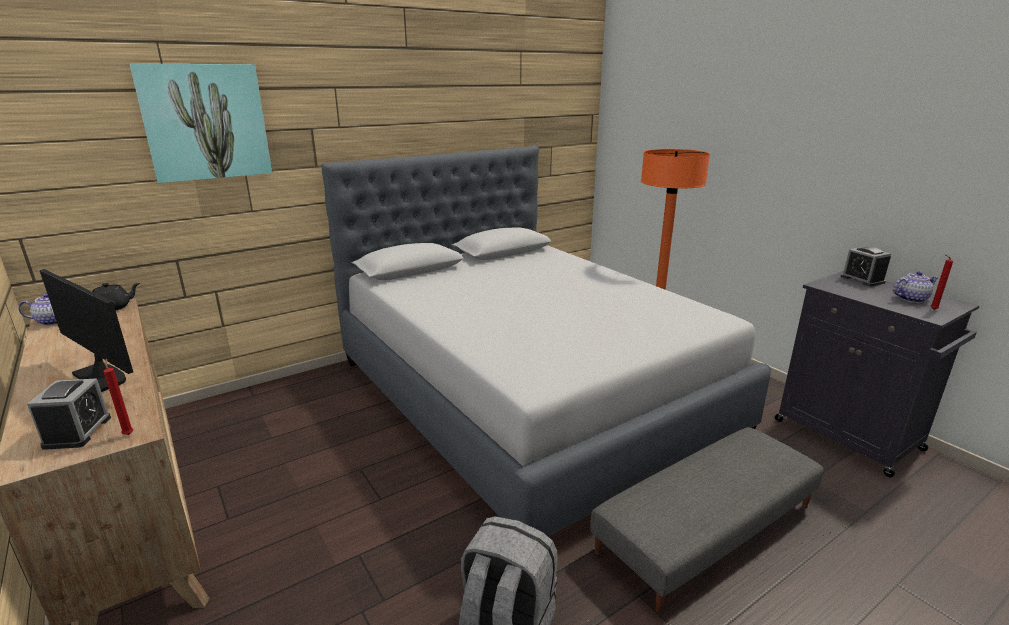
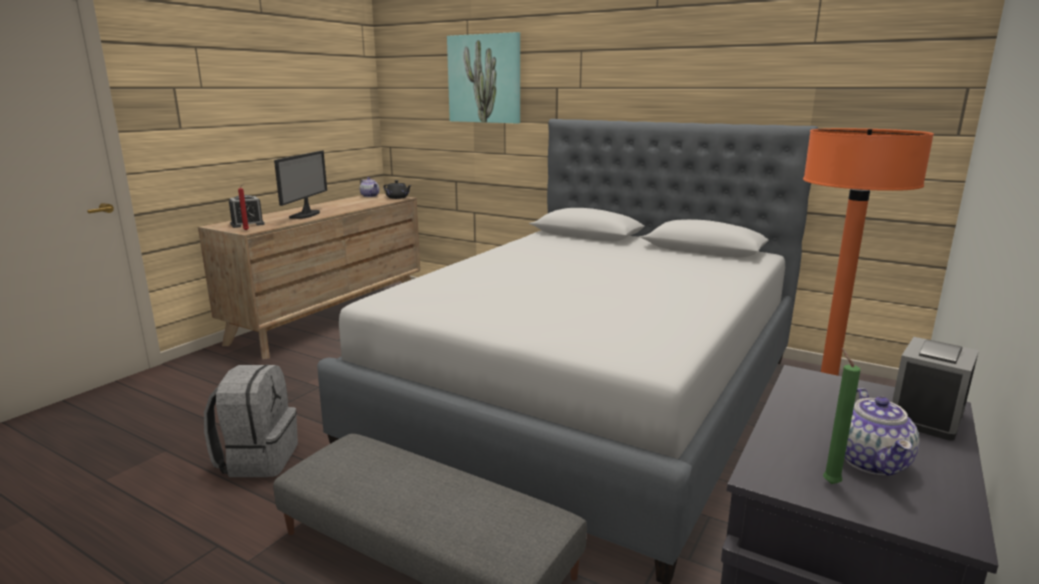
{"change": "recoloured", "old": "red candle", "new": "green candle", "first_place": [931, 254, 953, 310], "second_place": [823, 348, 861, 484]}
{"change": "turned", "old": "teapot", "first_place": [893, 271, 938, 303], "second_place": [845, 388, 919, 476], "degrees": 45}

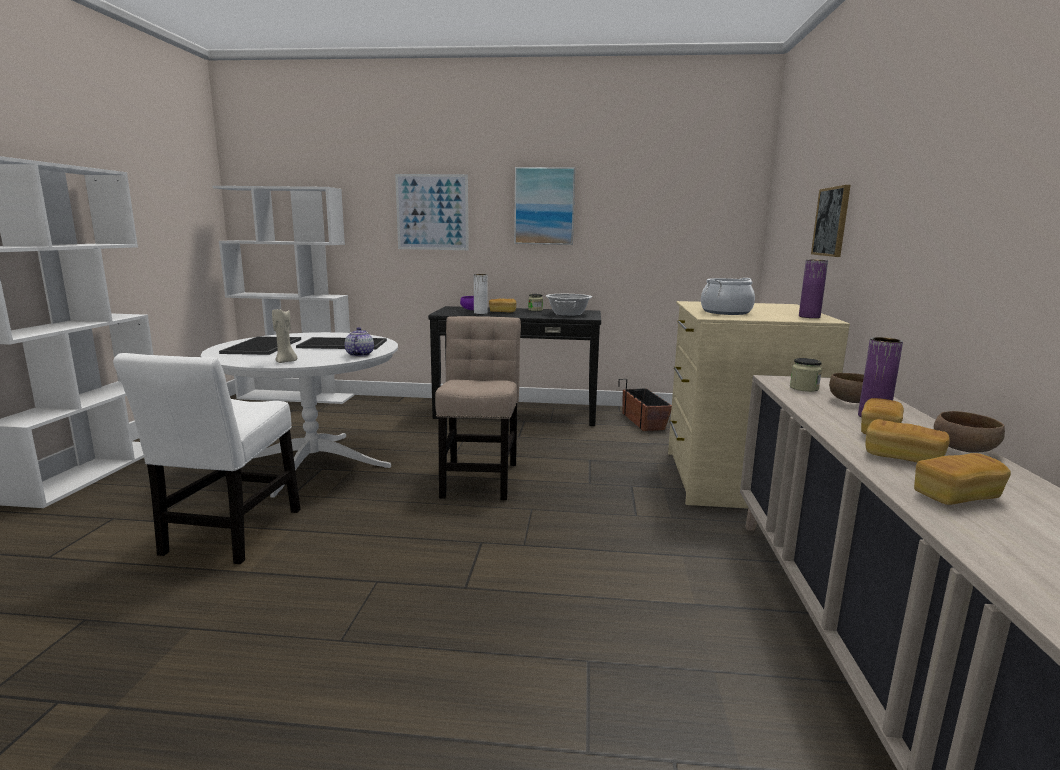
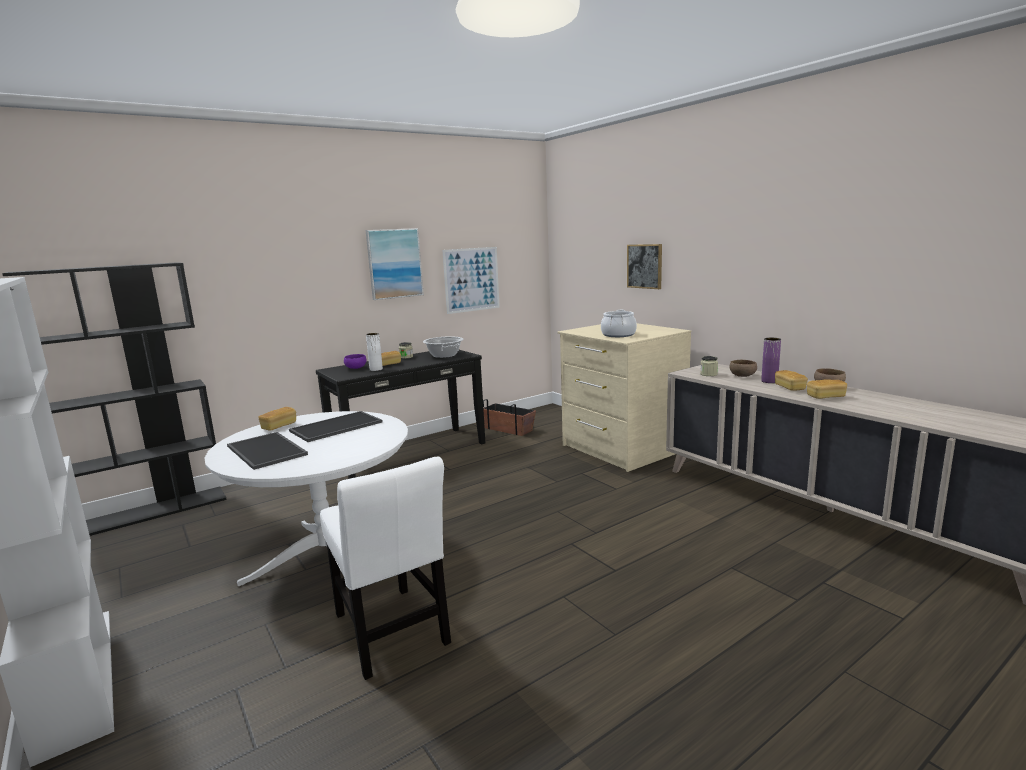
{"change": "moved", "old": "picture", "first_place": [395, 174, 469, 250], "second_place": [442, 247, 500, 314]}
{"change": "recoloured", "old": "white bookcase", "new": "black bookcase", "first_place": [213, 186, 354, 404], "second_place": [2, 262, 227, 536]}
{"change": "removed", "old": "purple vase", "first_place": [799, 259, 828, 318]}
{"change": "removed", "old": "beige candle", "first_place": [272, 307, 297, 363]}
{"change": "removed", "old": "beige chair", "first_place": [435, 316, 521, 500]}
{"change": "removed", "old": "teapot", "first_place": [345, 327, 374, 357]}
{"change": "moved", "old": "bread", "first_place": [914, 453, 1011, 505], "second_place": [258, 407, 296, 431]}

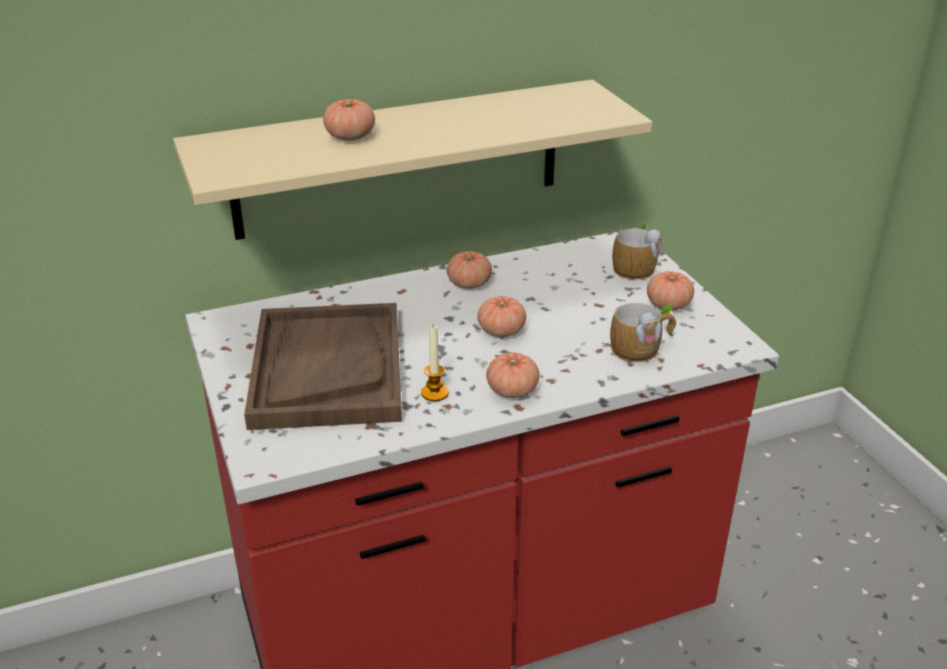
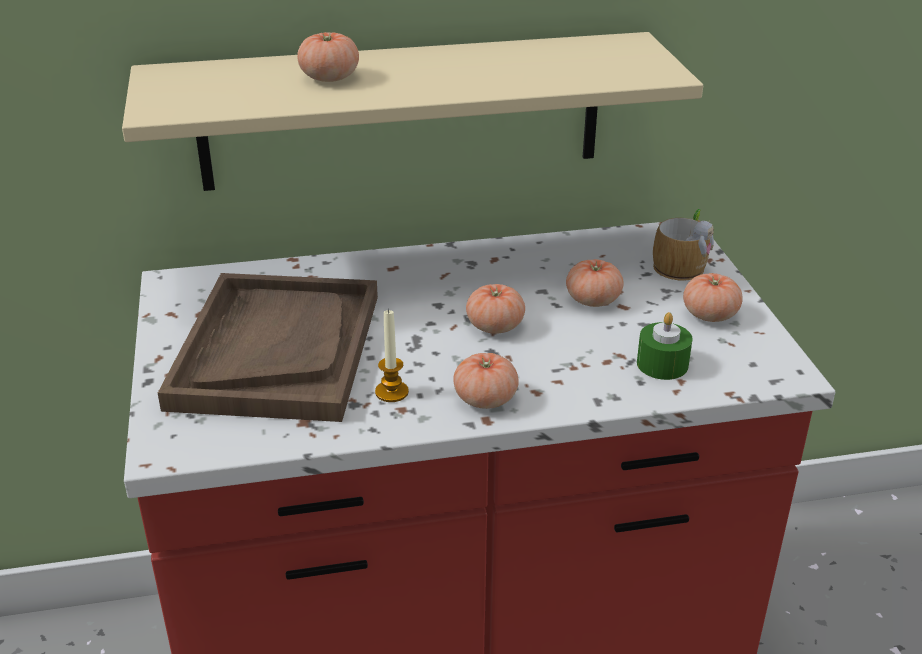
{"change": "moved", "old": "tomato", "first_place": [447, 251, 492, 289], "second_place": [566, 259, 624, 307]}
{"change": "replaced", "old": "mug", "new": "green candle", "first_place": [610, 303, 676, 362], "second_place": [637, 312, 693, 380]}

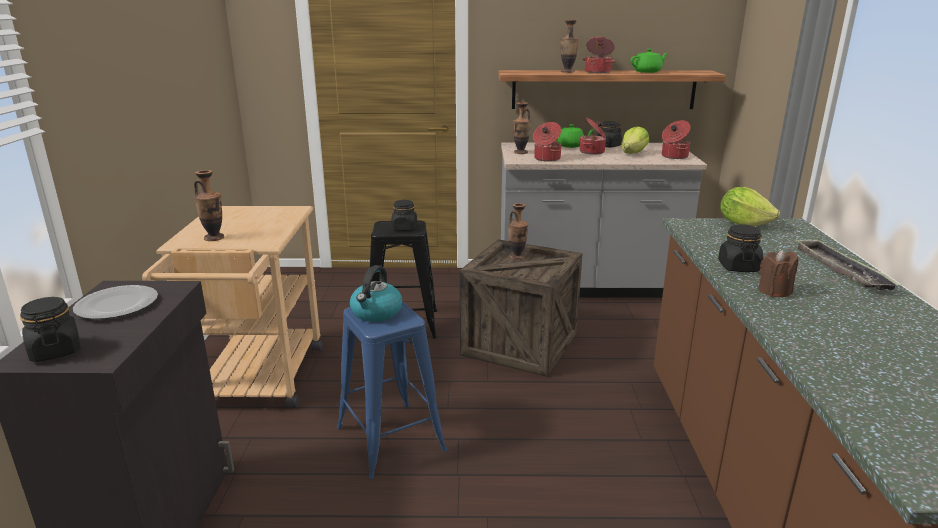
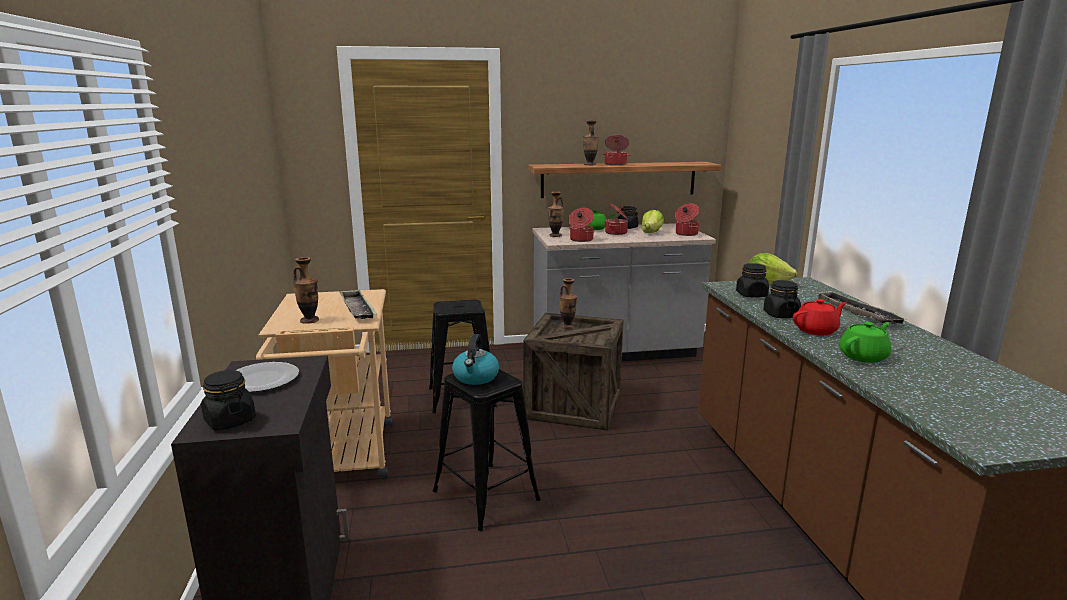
{"change": "moved", "old": "green teapot", "first_place": [631, 49, 668, 73], "second_place": [839, 322, 891, 363]}
{"change": "moved", "old": "black jar", "first_place": [391, 200, 417, 231], "second_place": [736, 263, 769, 298]}
{"change": "replaced", "old": "brown candle", "new": "red teapot", "first_place": [758, 249, 798, 297], "second_place": [793, 299, 847, 335]}
{"change": "recoloured", "old": "blue stool", "new": "black stool", "first_place": [337, 301, 447, 479], "second_place": [433, 369, 541, 531]}
{"change": "added", "new": "tray", "second_place": [339, 289, 377, 319]}

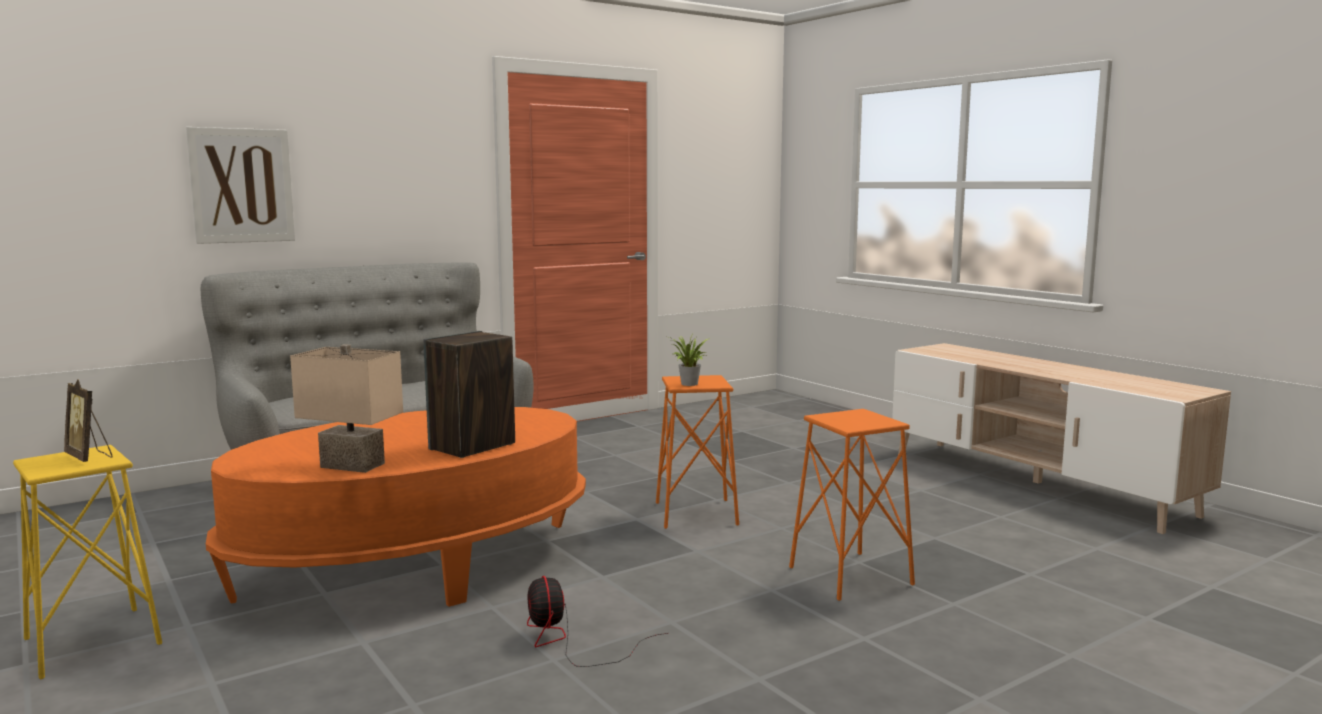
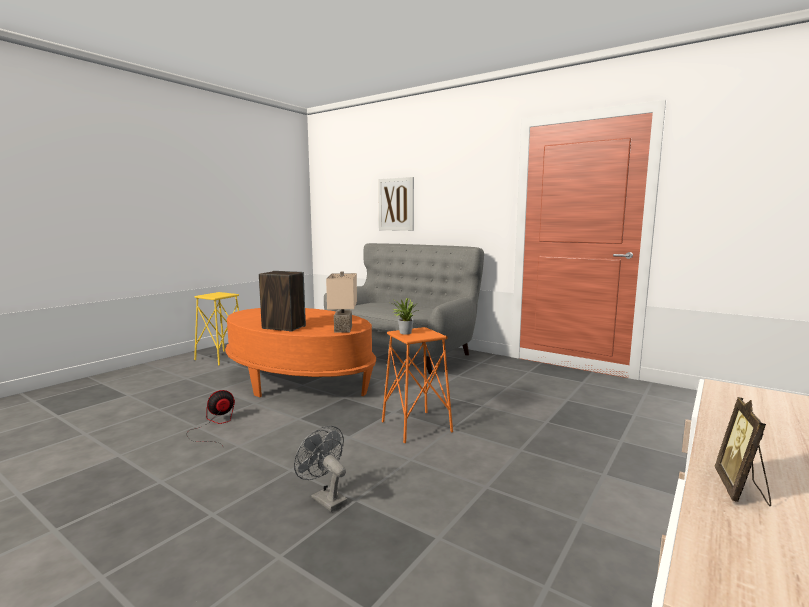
{"change": "moved", "old": "beige table lamp", "first_place": [290, 344, 403, 473], "second_place": [326, 272, 357, 333]}
{"change": "moved", "old": "picture frame", "first_place": [64, 379, 113, 462], "second_place": [714, 397, 771, 506]}
{"change": "replaced", "old": "orange stool", "new": "grey fan", "first_place": [789, 409, 915, 601], "second_place": [294, 426, 348, 512]}

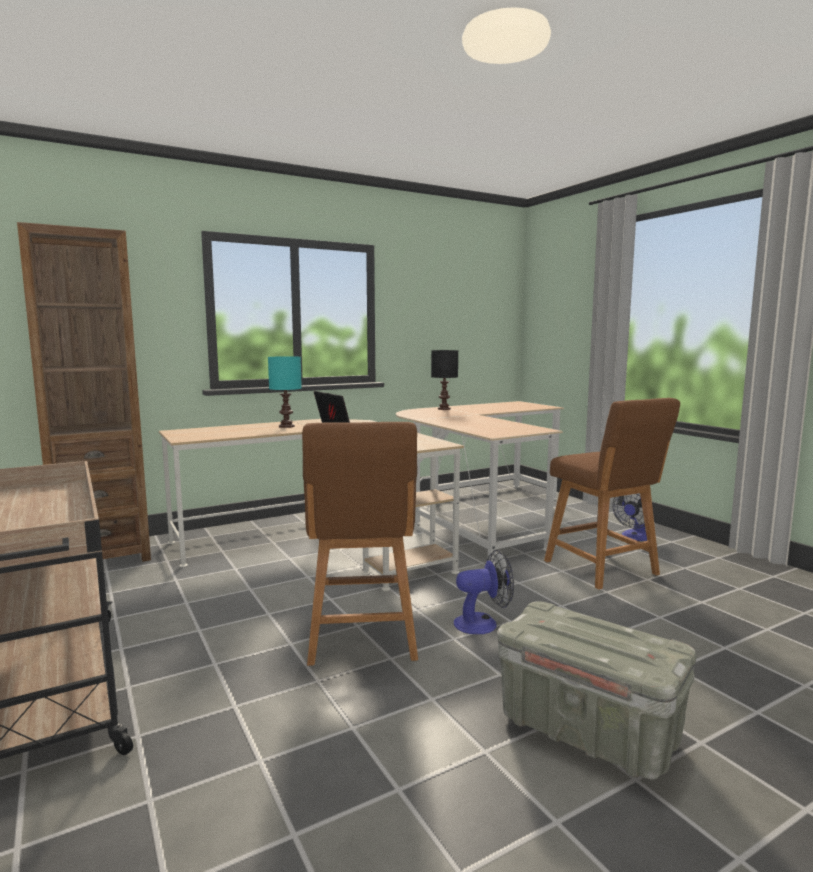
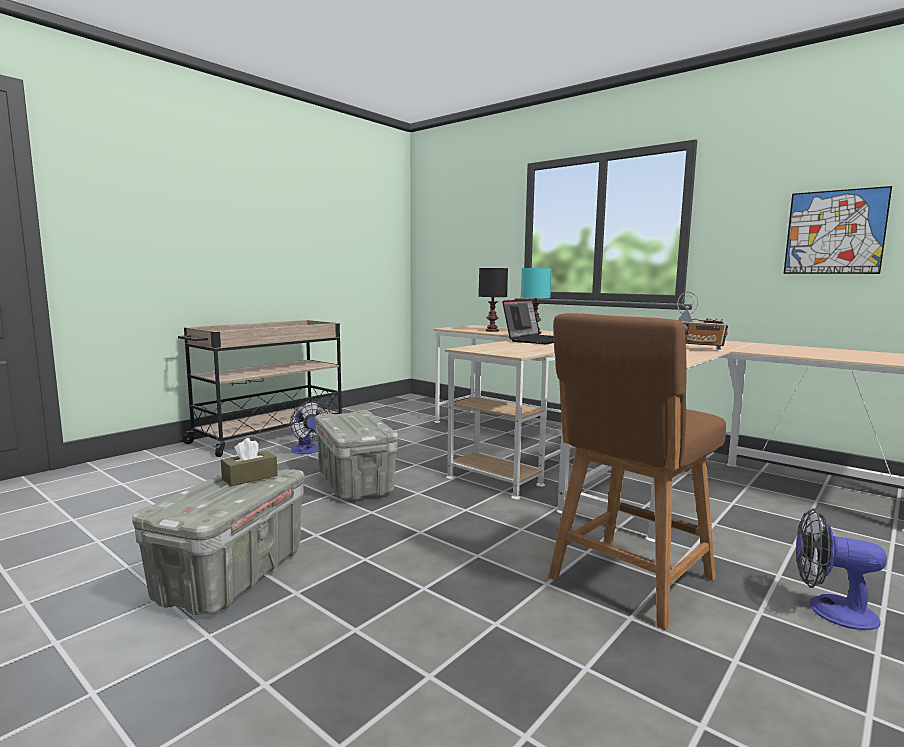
{"change": "removed", "old": "brown bookcase", "first_place": [17, 222, 151, 562]}
{"change": "moved", "old": "black table lamp", "first_place": [431, 350, 458, 410], "second_place": [479, 268, 508, 332]}
{"change": "replaced", "old": "brown stool", "new": "grey storage box", "first_place": [302, 422, 418, 666], "second_place": [315, 410, 398, 500]}
{"change": "moved", "old": "fan", "first_place": [454, 549, 514, 634], "second_place": [290, 401, 330, 454]}
{"change": "added", "new": "picture", "second_place": [784, 186, 892, 274]}
{"change": "added", "new": "radio", "second_place": [677, 292, 728, 350]}
{"change": "added", "new": "brown tissue box", "second_place": [221, 438, 277, 486]}

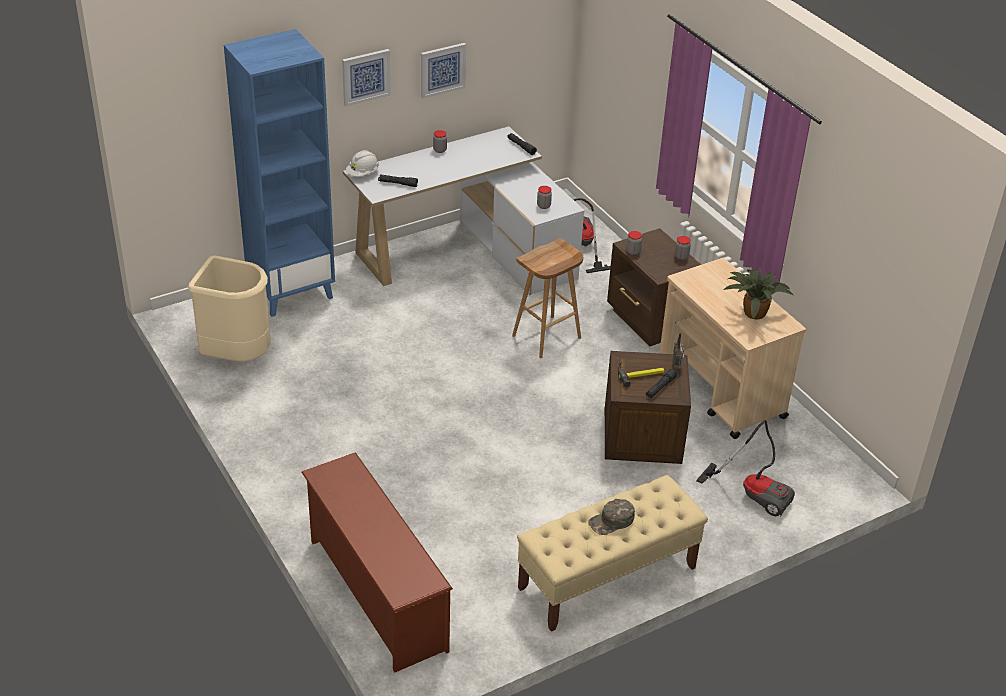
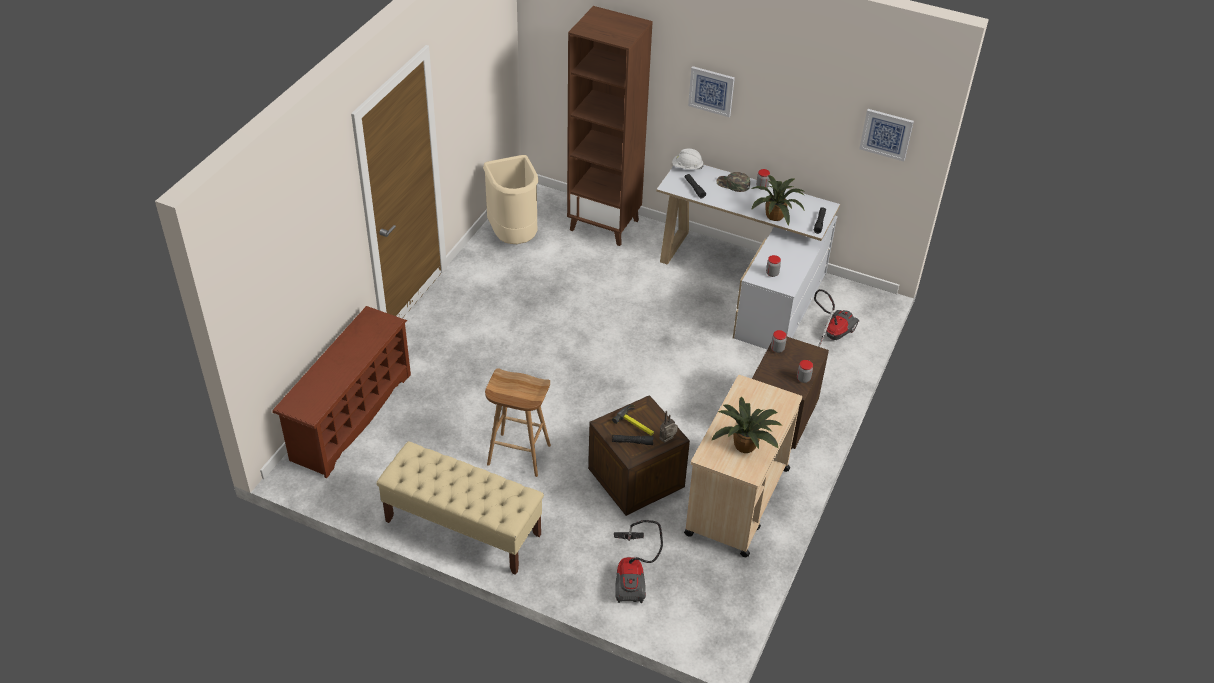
{"change": "recoloured", "old": "blue bookcase", "new": "brown bookcase", "first_place": [224, 29, 335, 317], "second_place": [567, 6, 653, 246]}
{"change": "moved", "old": "picture", "first_place": [421, 43, 466, 98], "second_place": [859, 109, 914, 161]}
{"change": "moved", "old": "brown stool", "first_place": [512, 238, 583, 358], "second_place": [485, 368, 551, 477]}
{"change": "moved", "old": "green cap", "first_place": [588, 499, 635, 535], "second_place": [717, 172, 750, 192]}
{"change": "added", "new": "potted plant", "second_place": [751, 175, 806, 226]}

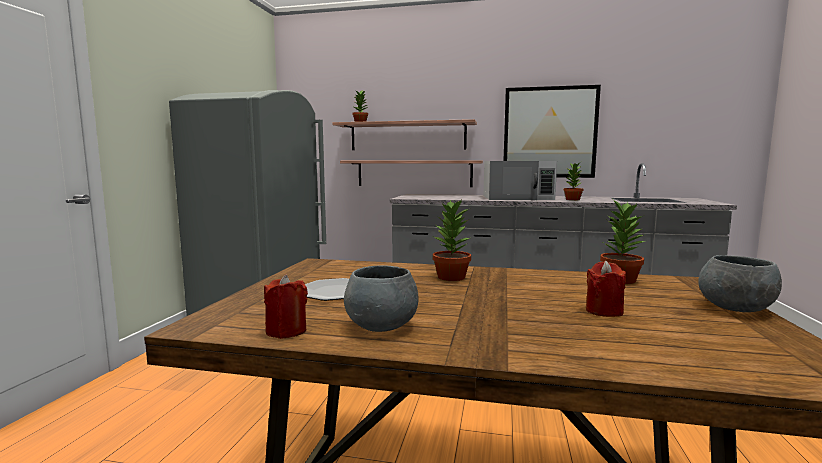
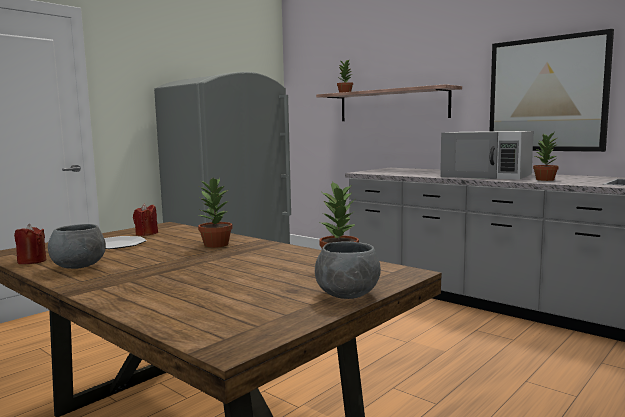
{"change": "removed", "old": "shelf", "first_place": [340, 160, 483, 187]}
{"change": "moved", "old": "red candle", "first_place": [586, 261, 626, 317], "second_place": [133, 203, 158, 236]}

